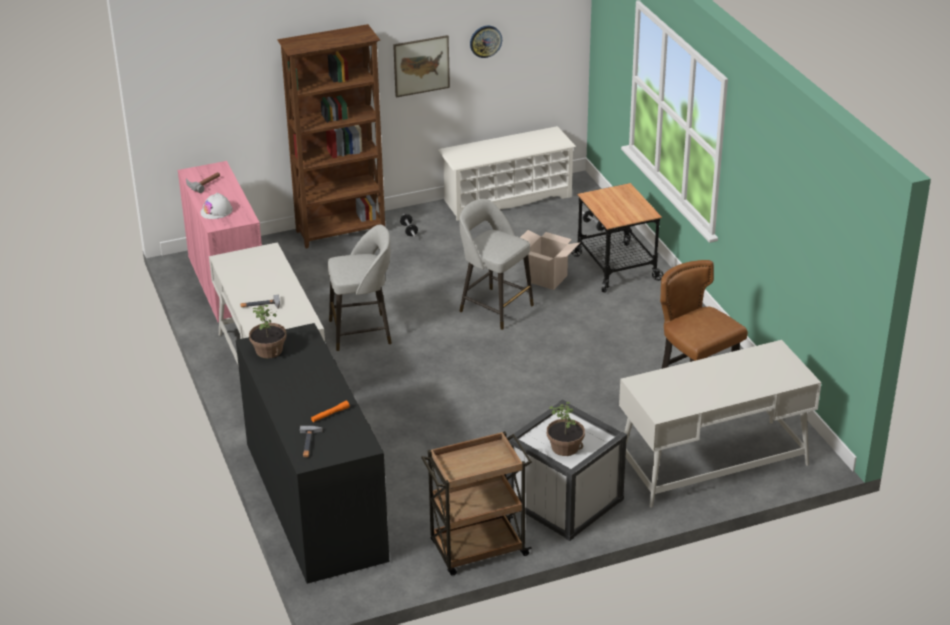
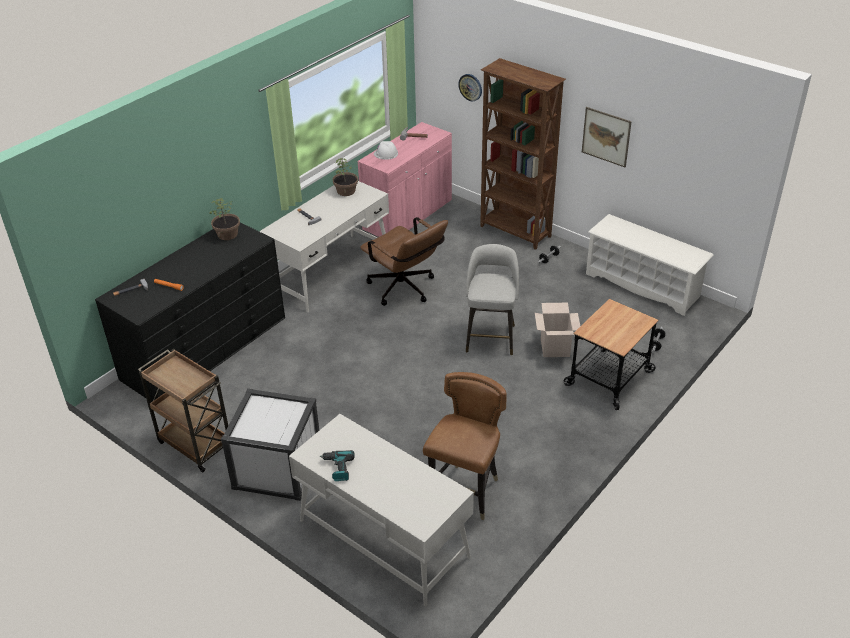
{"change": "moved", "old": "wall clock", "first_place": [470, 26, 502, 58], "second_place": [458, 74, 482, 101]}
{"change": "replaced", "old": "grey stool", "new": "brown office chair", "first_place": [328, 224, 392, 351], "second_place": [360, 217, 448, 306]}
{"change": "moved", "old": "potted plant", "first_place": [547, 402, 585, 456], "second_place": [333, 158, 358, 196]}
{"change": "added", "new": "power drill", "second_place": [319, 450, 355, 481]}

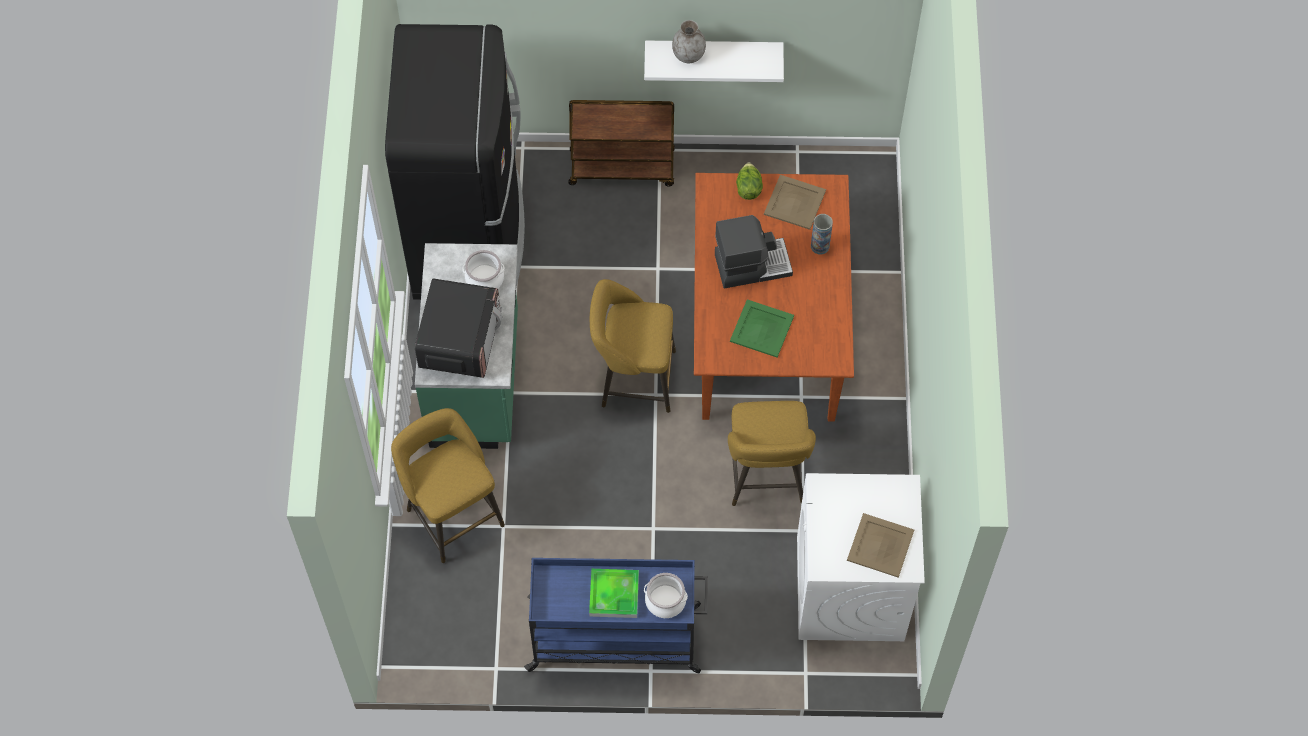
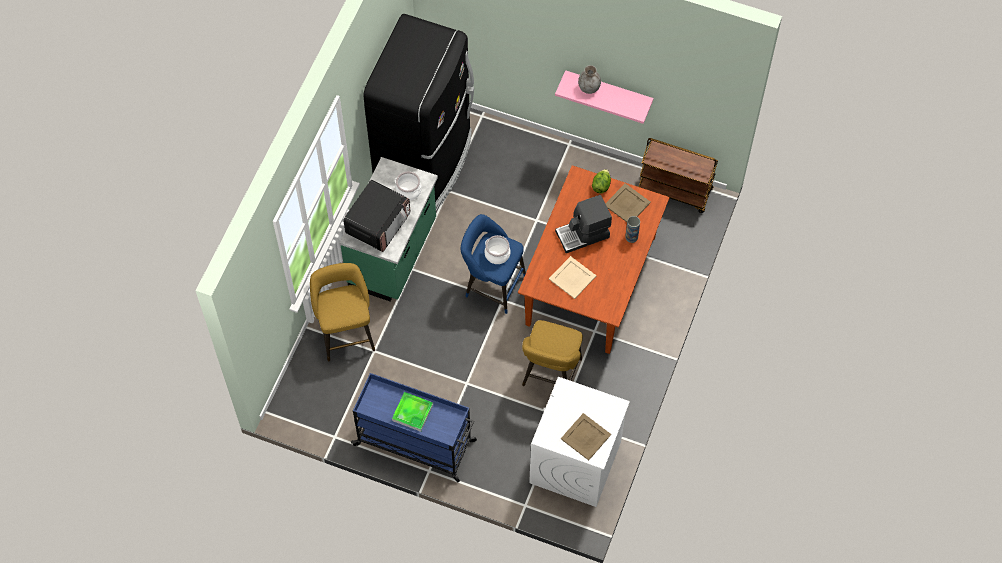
{"change": "recoloured", "old": "white shelf", "new": "pink shelf", "first_place": [644, 41, 784, 82], "second_place": [555, 70, 653, 124]}
{"change": "moved", "old": "brown cart", "first_place": [568, 100, 675, 187], "second_place": [639, 138, 718, 213]}
{"change": "turned", "old": "coffee machine", "first_place": [715, 215, 793, 289], "second_place": [555, 195, 612, 253], "degrees": 150}
{"change": "recoloured", "old": "yellow stool", "new": "blue stool", "first_place": [590, 279, 676, 413], "second_place": [461, 214, 526, 314]}
{"change": "recoloured", "old": "green tray", "new": "beige tray", "first_place": [730, 299, 794, 358], "second_place": [549, 256, 597, 299]}
{"change": "moved", "old": "cooking pot", "first_place": [644, 573, 688, 618], "second_place": [484, 235, 511, 264]}

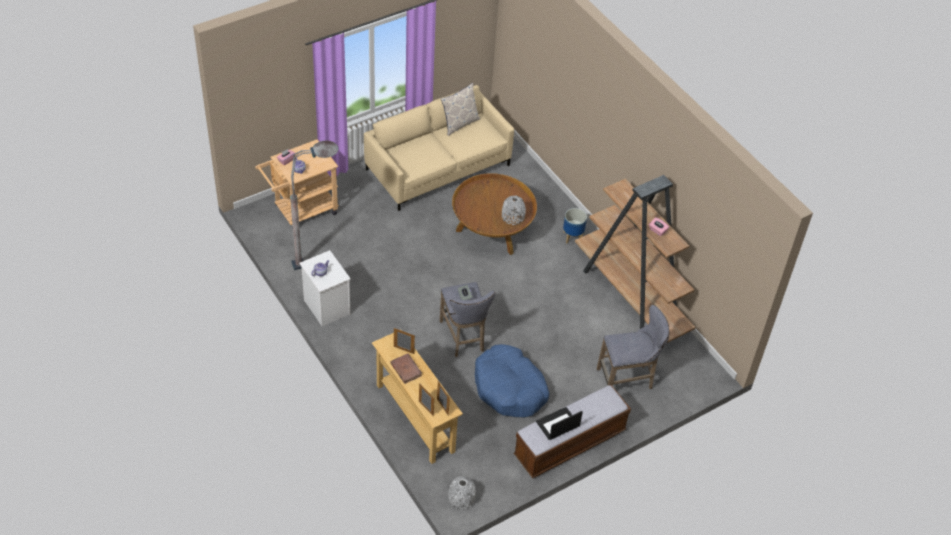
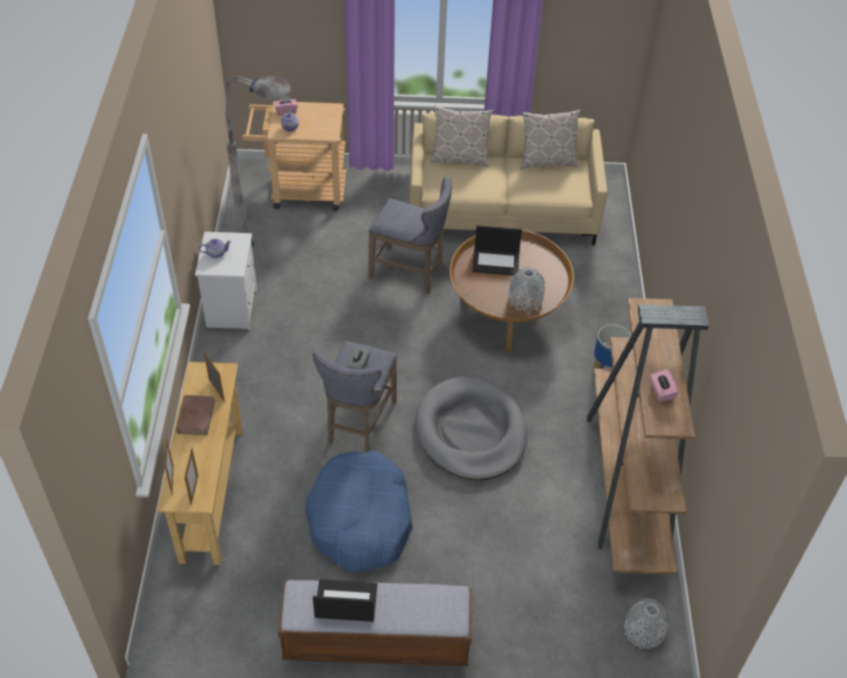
{"change": "moved", "old": "grey stool", "first_place": [597, 305, 669, 389], "second_place": [368, 176, 452, 294]}
{"change": "moved", "old": "grey vase", "first_place": [448, 476, 476, 509], "second_place": [624, 598, 670, 649]}
{"change": "added", "new": "pillow", "second_place": [430, 105, 493, 167]}
{"change": "added", "new": "laptop", "second_place": [472, 225, 522, 276]}
{"change": "added", "new": "grey dog bed", "second_place": [415, 376, 527, 480]}

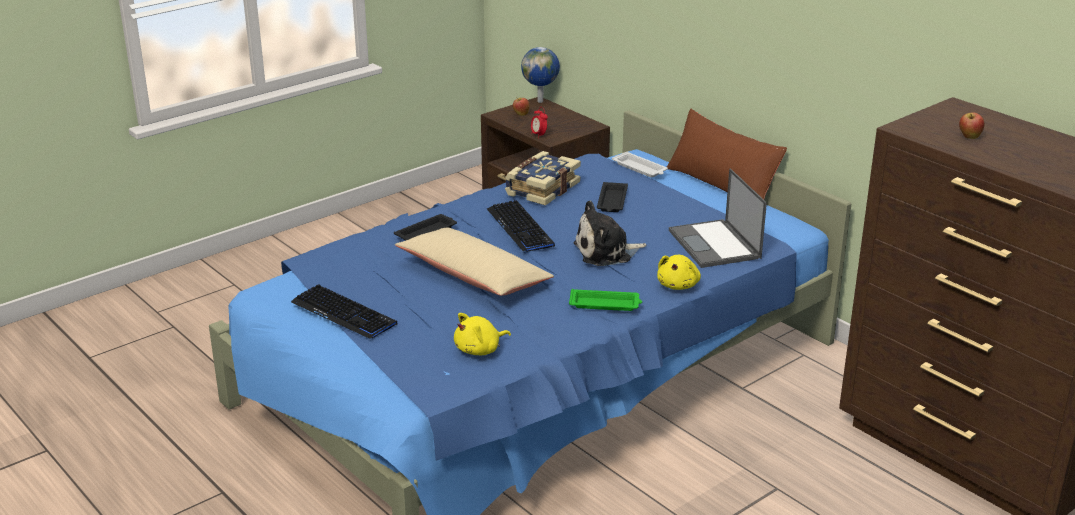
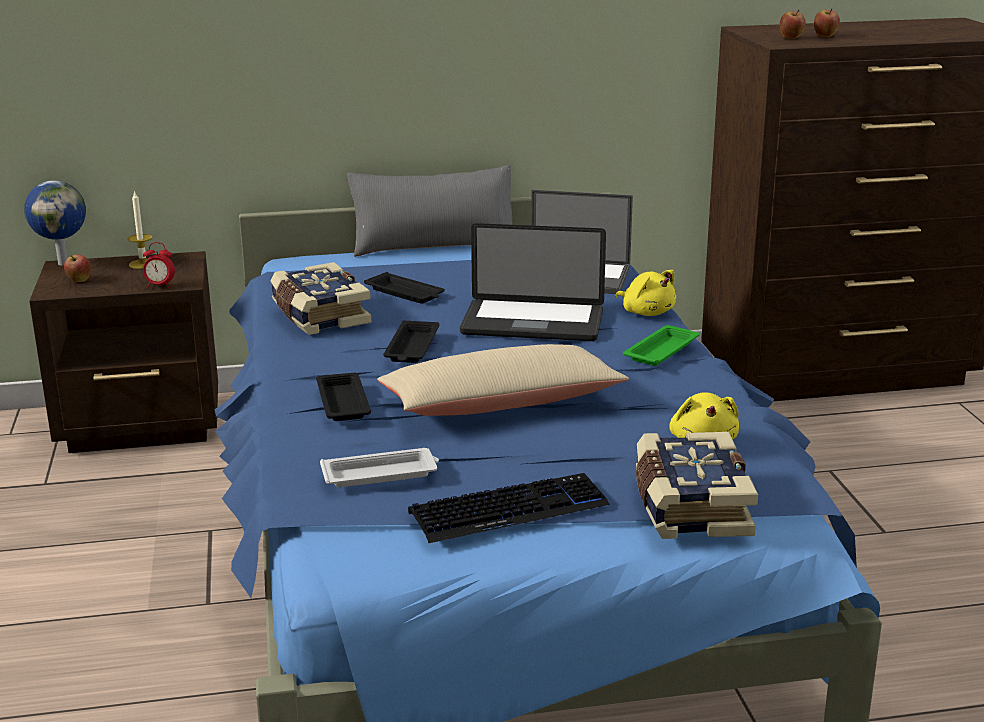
{"change": "recoloured", "old": "brown pillow", "new": "grey pillow", "first_place": [667, 109, 787, 199], "second_place": [347, 165, 513, 257]}
{"change": "moved", "old": "white tray", "first_place": [612, 151, 668, 178], "second_place": [320, 448, 439, 487]}
{"change": "replaced", "old": "keyboard", "new": "black tray", "first_place": [487, 200, 555, 252], "second_place": [383, 321, 439, 363]}
{"change": "replaced", "old": "plush toy", "new": "laptop", "first_place": [574, 200, 647, 266], "second_place": [460, 223, 606, 341]}
{"change": "added", "new": "apple", "second_place": [780, 10, 806, 39]}
{"change": "added", "new": "candle", "second_place": [128, 190, 153, 269]}
{"change": "added", "new": "book", "second_place": [636, 432, 758, 539]}

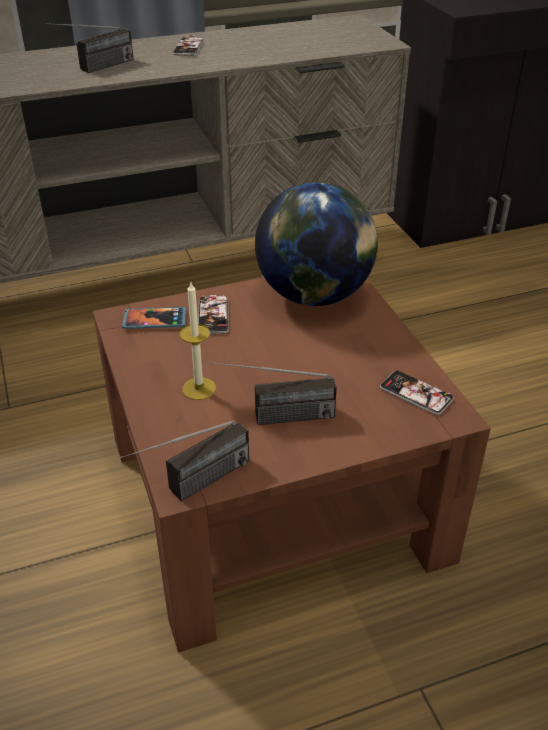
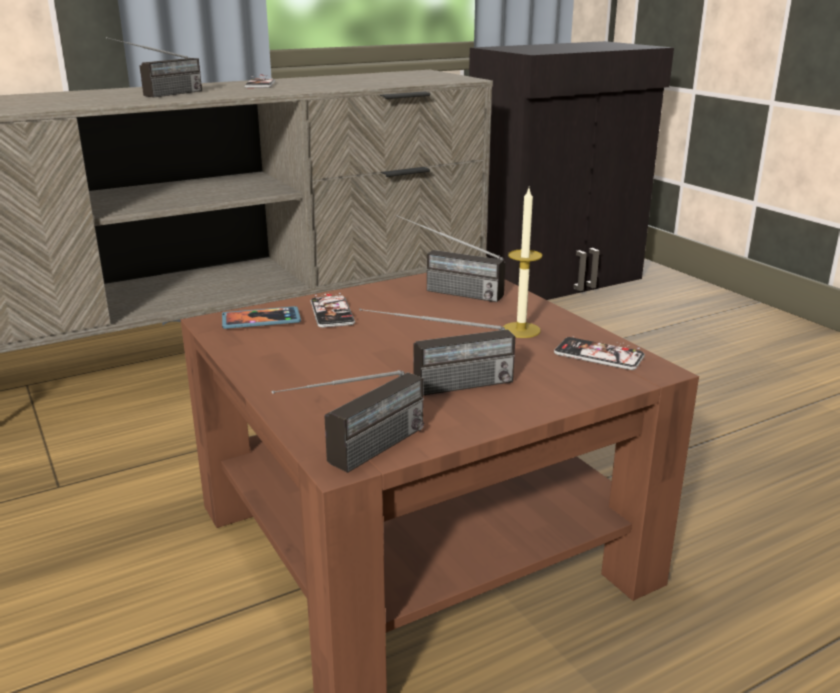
{"change": "replaced", "old": "globe", "new": "radio", "first_place": [255, 181, 378, 306], "second_place": [396, 215, 505, 302]}
{"change": "moved", "old": "candle", "first_place": [180, 282, 216, 400], "second_place": [503, 188, 542, 338]}

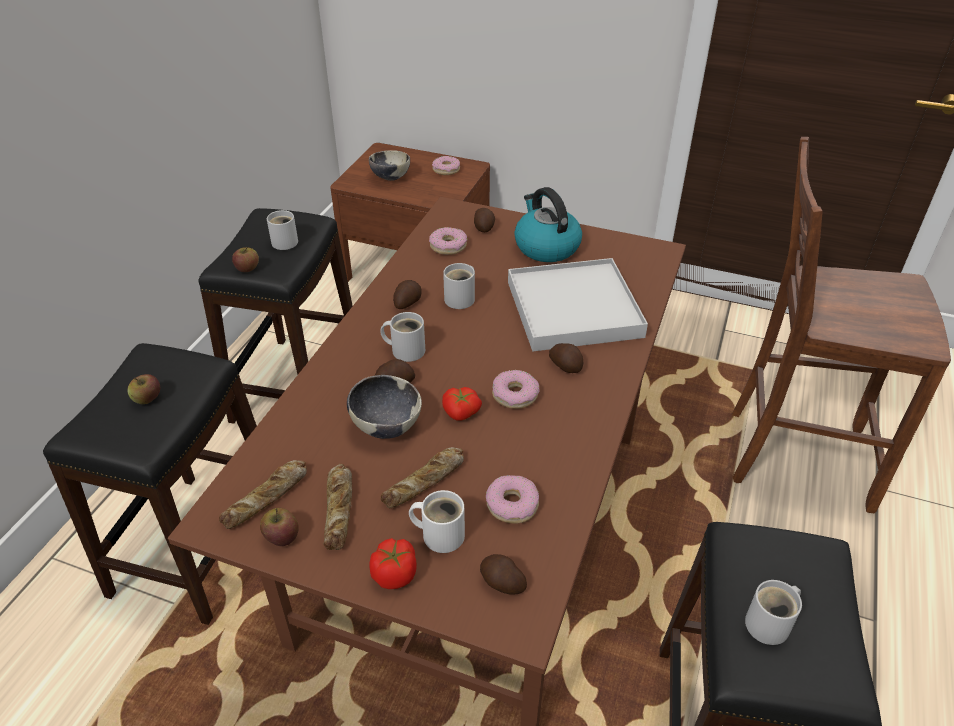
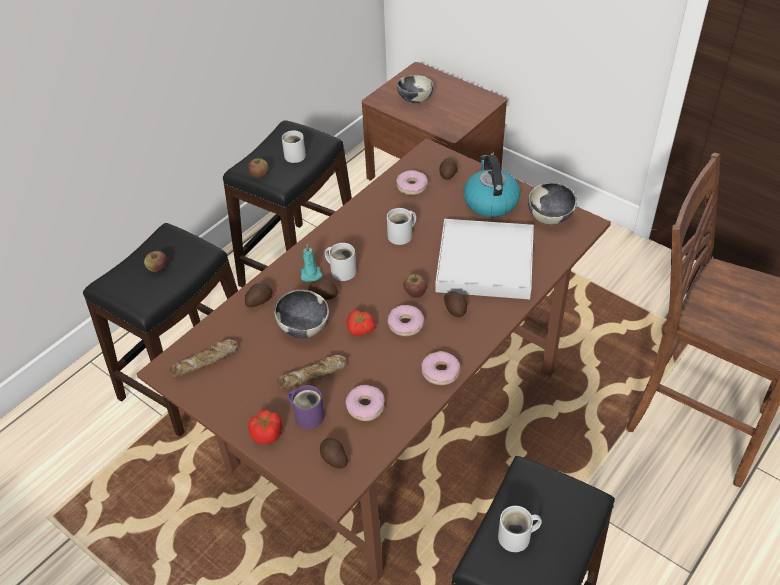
{"change": "moved", "old": "donut", "first_place": [432, 156, 460, 175], "second_place": [421, 351, 460, 385]}
{"change": "moved", "old": "potato", "first_place": [393, 280, 422, 309], "second_place": [245, 283, 273, 307]}
{"change": "removed", "old": "bread", "first_place": [323, 463, 353, 550]}
{"change": "recoloured", "old": "white mug", "new": "purple mug", "first_place": [409, 490, 465, 553], "second_place": [288, 385, 325, 429]}
{"change": "moved", "old": "apple", "first_place": [260, 508, 299, 546], "second_place": [403, 273, 427, 298]}
{"change": "added", "new": "bowl", "second_place": [528, 182, 577, 225]}
{"change": "added", "new": "turquoise candle", "second_place": [301, 244, 322, 282]}

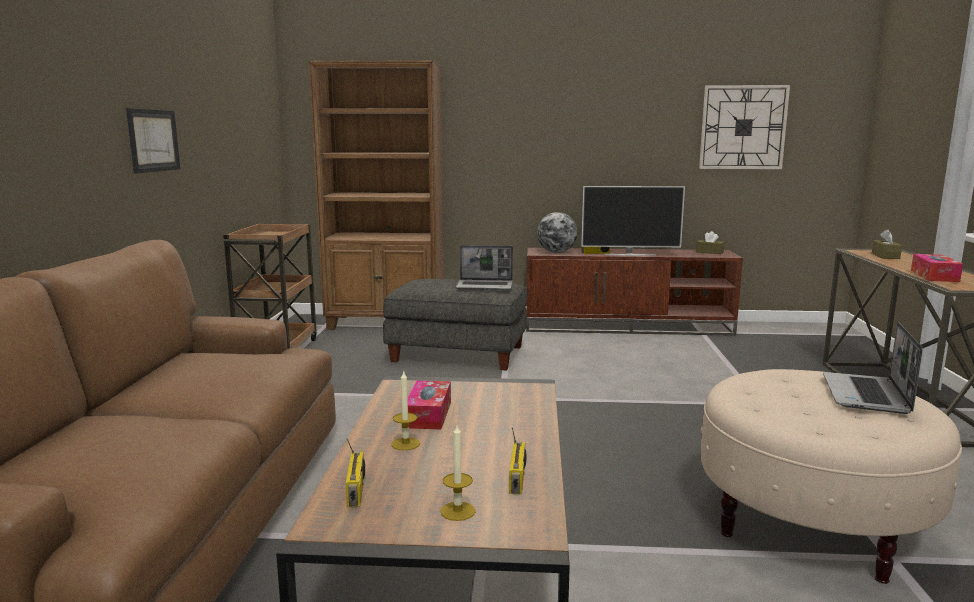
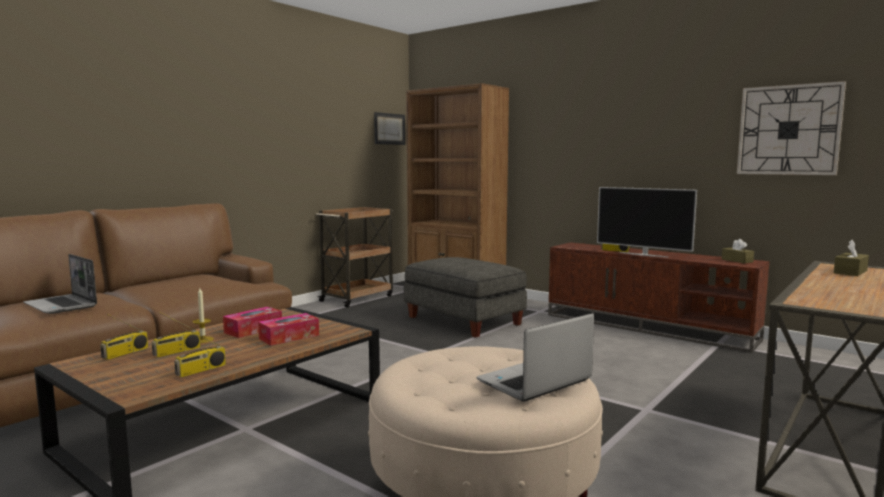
{"change": "moved", "old": "picture", "first_place": [126, 108, 180, 174], "second_place": [374, 112, 405, 145]}
{"change": "removed", "old": "globe", "first_place": [537, 212, 577, 253]}
{"change": "moved", "old": "laptop", "first_place": [456, 245, 513, 290], "second_place": [23, 254, 97, 314]}
{"change": "moved", "old": "tissue box", "first_place": [911, 254, 963, 282], "second_place": [258, 313, 319, 346]}
{"change": "removed", "old": "candle", "first_place": [440, 425, 476, 521]}
{"change": "added", "new": "radio", "second_place": [152, 312, 201, 357]}

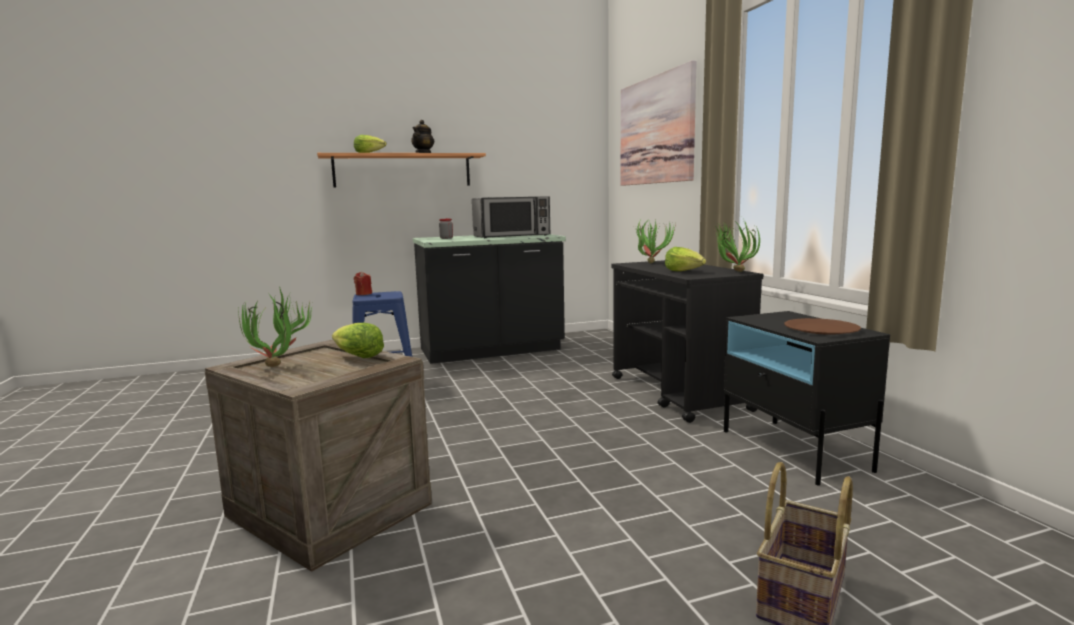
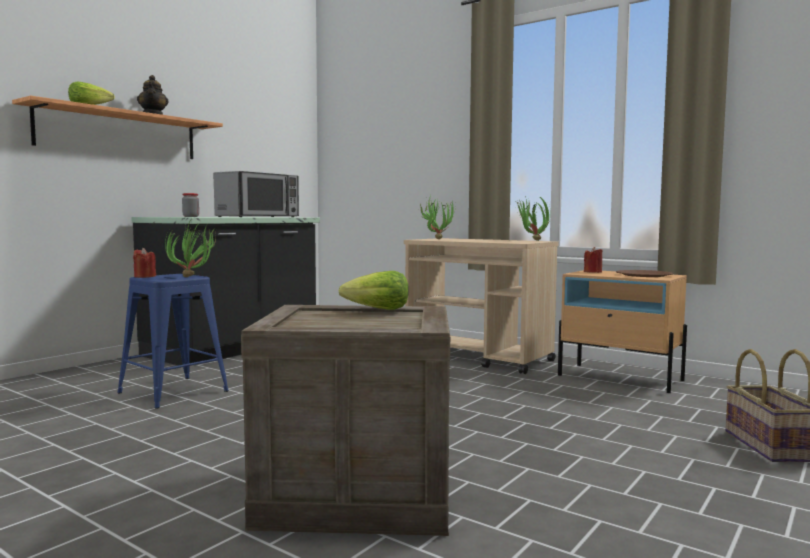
{"change": "removed", "old": "picture", "first_place": [621, 60, 697, 186]}
{"change": "removed", "old": "lettuce", "first_place": [665, 247, 706, 271]}
{"change": "recoloured", "old": "black cart", "new": "beige cart", "first_place": [611, 260, 763, 423], "second_place": [404, 238, 559, 374]}
{"change": "moved", "old": "potted plant", "first_place": [238, 289, 313, 367], "second_place": [165, 221, 216, 277]}
{"change": "recoloured", "old": "black nightstand", "new": "beige nightstand", "first_place": [724, 311, 890, 486], "second_place": [558, 270, 687, 393]}
{"change": "added", "new": "red candle", "second_place": [584, 247, 603, 273]}

